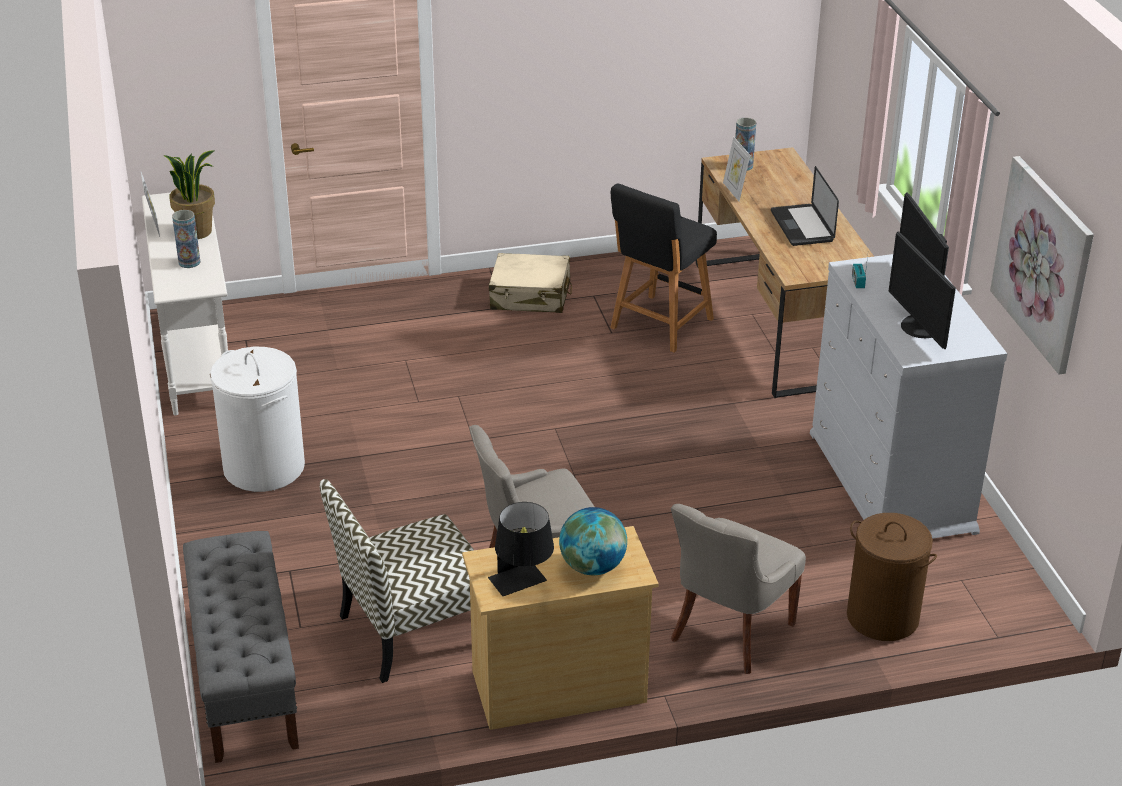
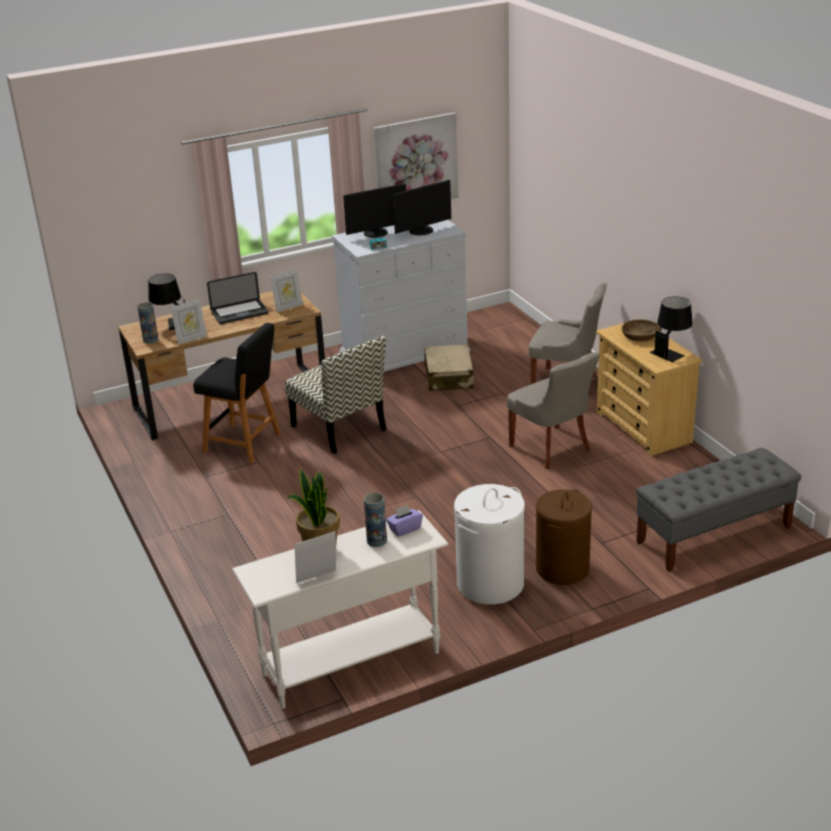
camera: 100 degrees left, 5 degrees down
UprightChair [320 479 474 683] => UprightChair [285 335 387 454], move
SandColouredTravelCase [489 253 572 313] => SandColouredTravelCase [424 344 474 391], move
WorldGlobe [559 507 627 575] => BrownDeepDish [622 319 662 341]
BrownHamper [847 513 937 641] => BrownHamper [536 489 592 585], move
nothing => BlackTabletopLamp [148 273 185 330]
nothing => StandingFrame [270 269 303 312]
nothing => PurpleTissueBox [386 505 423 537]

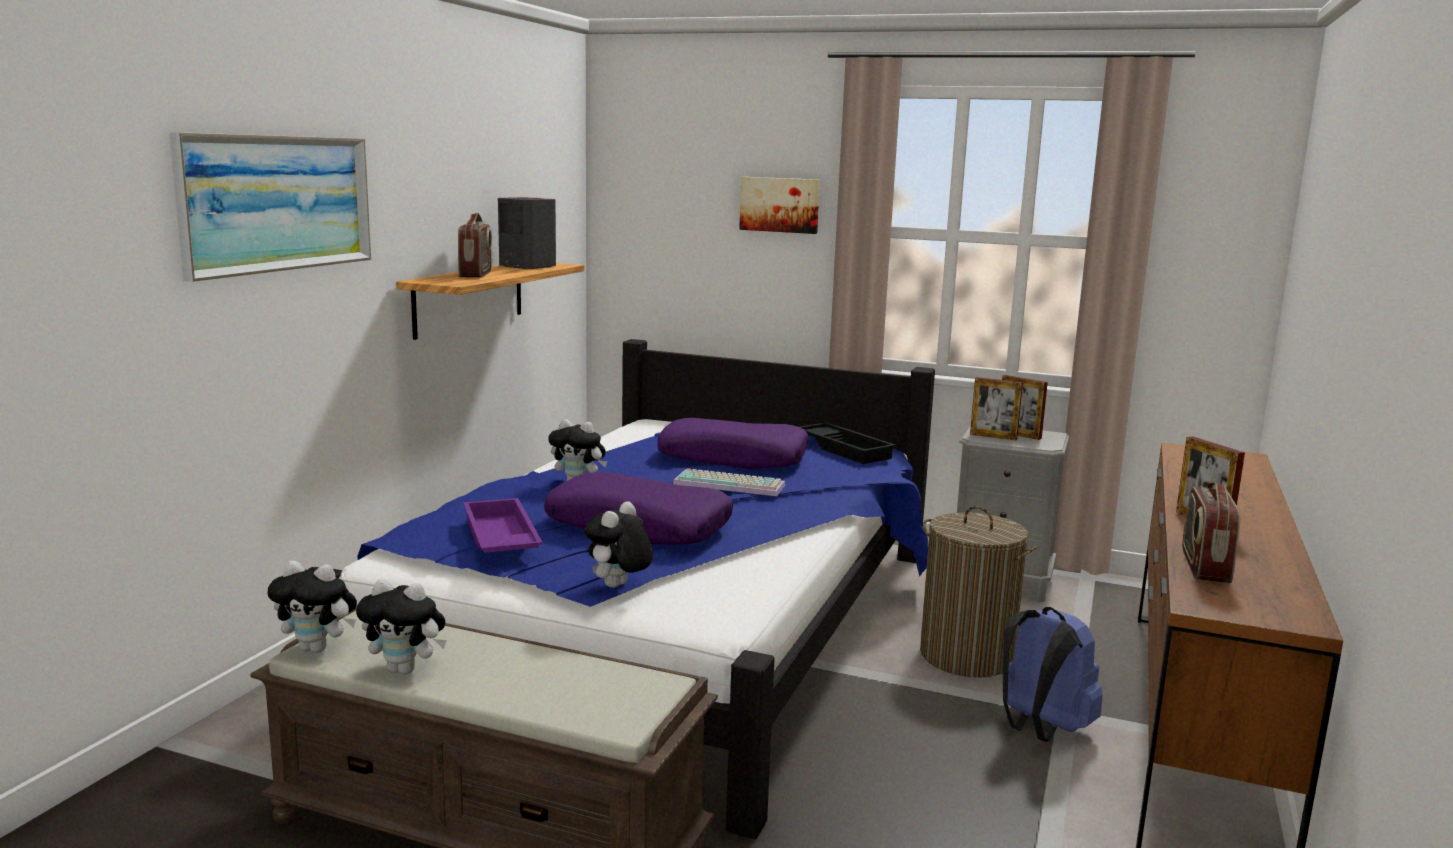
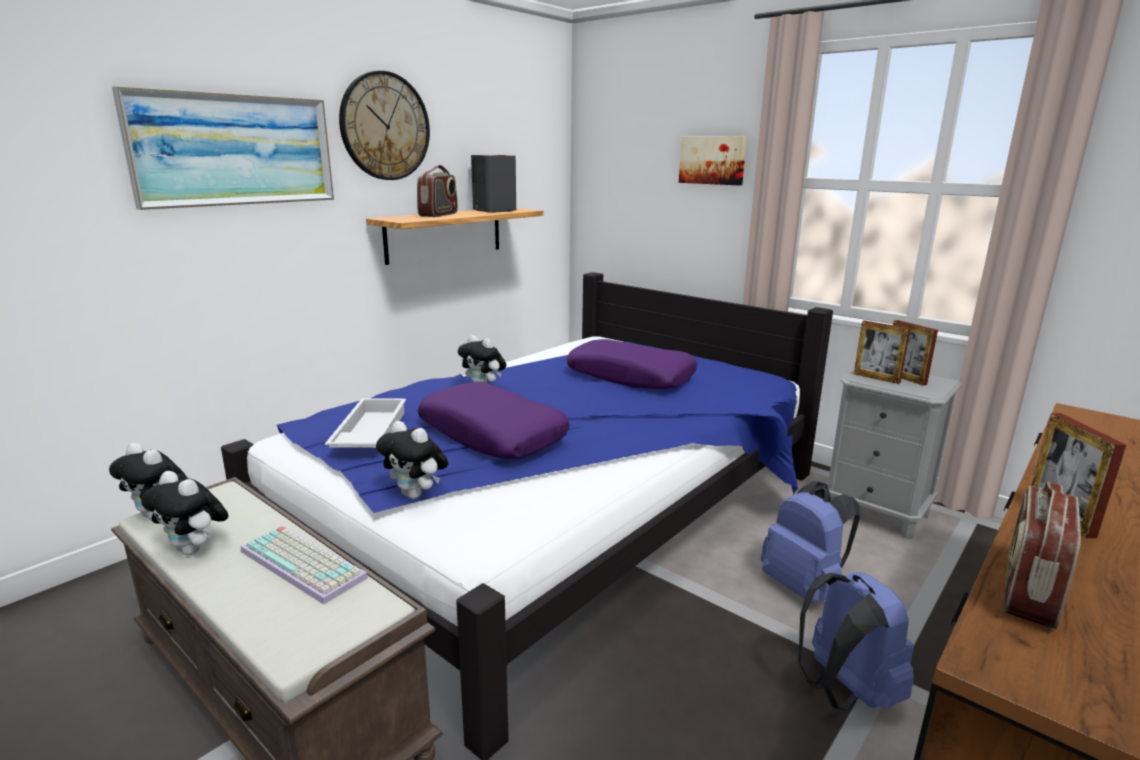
camera: 20 degrees right, 5 degrees up
PurpleServingTray [463 498 543 553] => WhitishServingTray [325 398 406 448]
PlushToy [584 501 653 588] => PlushToy [376 421 448 499], 105 degrees counterclockwise
ComputerKeyboard [673 468 785 496] => ComputerKeyboard [241 526 368 604], move
BlackServingTray [799 422 896 464] => nothing
Hamper [920 506 1037 677] => BlueKnapsack [761 481 860 603]
nothing => HangingClock [339 71 430 180]

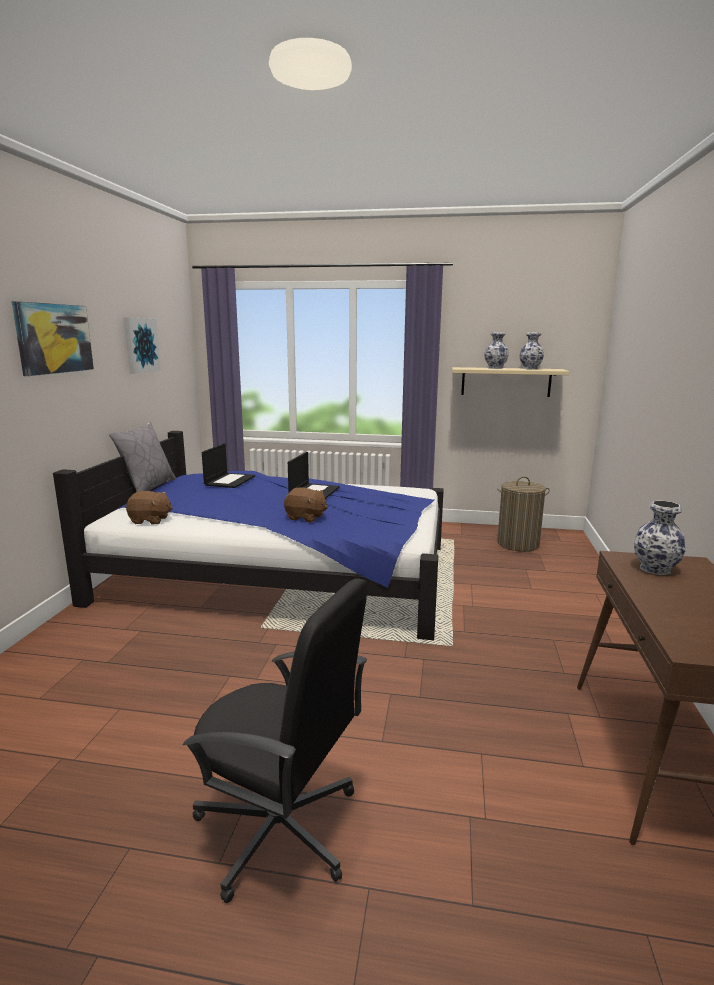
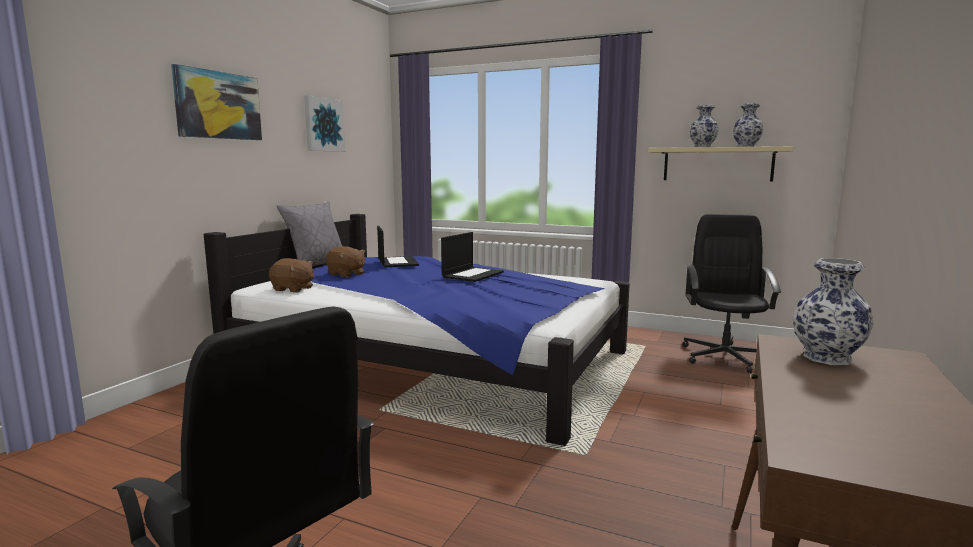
camera: 15 degrees right, 5 degrees down
Laptop [202 443 255 488] => Laptop [377 226 419 267], 45 degrees counterclockwise
BrownPlushToy [284 487 328 522] => BrownPlushToy [326 246 365 278], move
Hamper [497 477 550 552] => BlackOfficeChair [682 214 781 373]

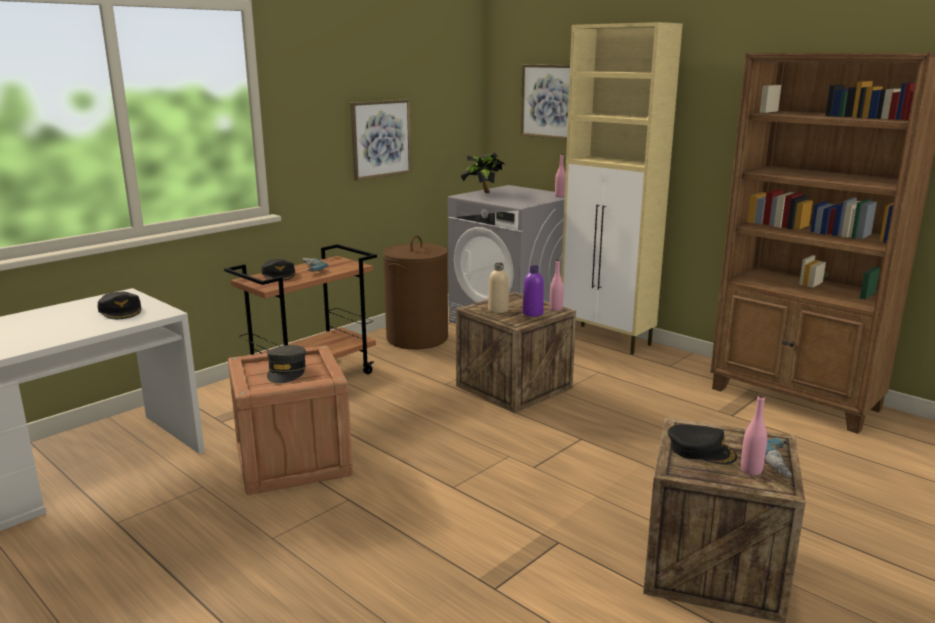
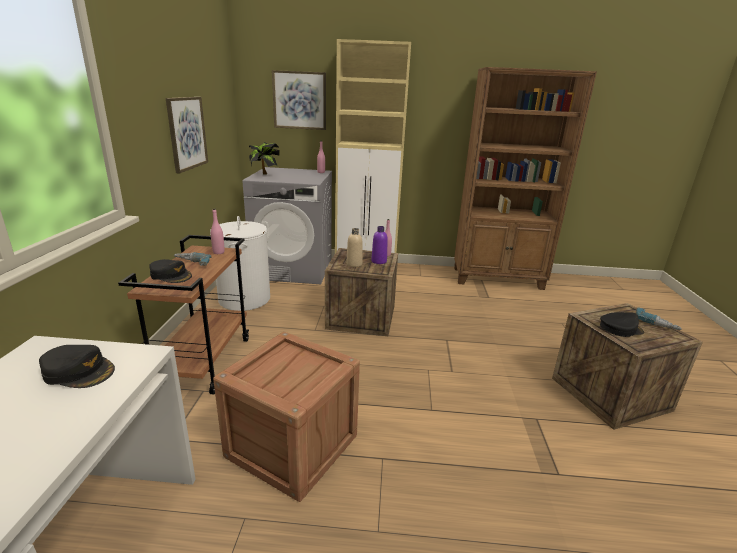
camera: 40 degrees left, 5 degrees up
GreyishCap [267 345 306 383] => nothing
BrownHamper [383 235 448 349] => WhitishHamper [210 216 270 311]
PinkishBeverageBottle [741 394 767 475] => PinkishBeverageBottle [211 209 225 254], move

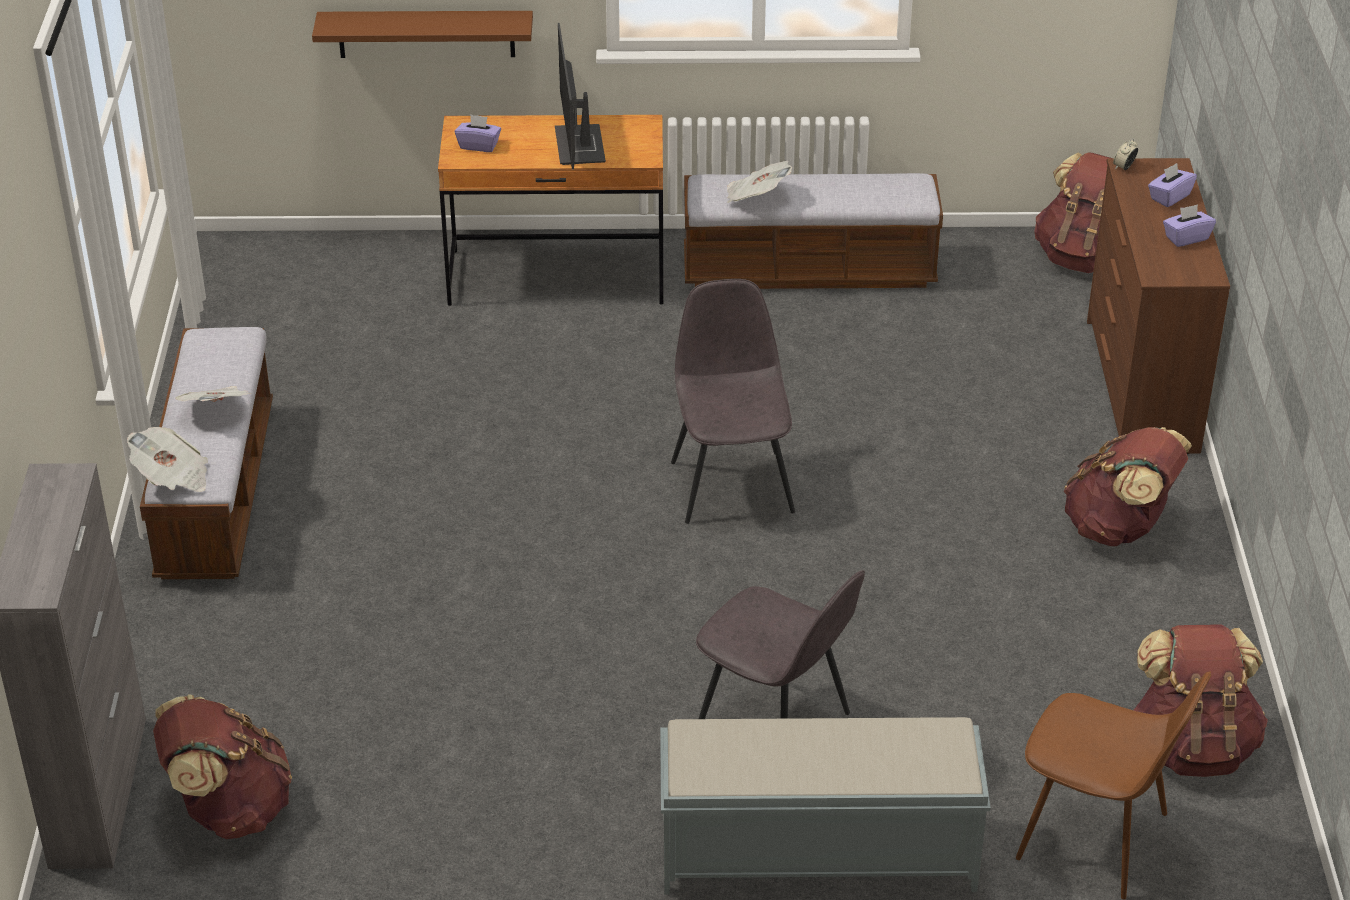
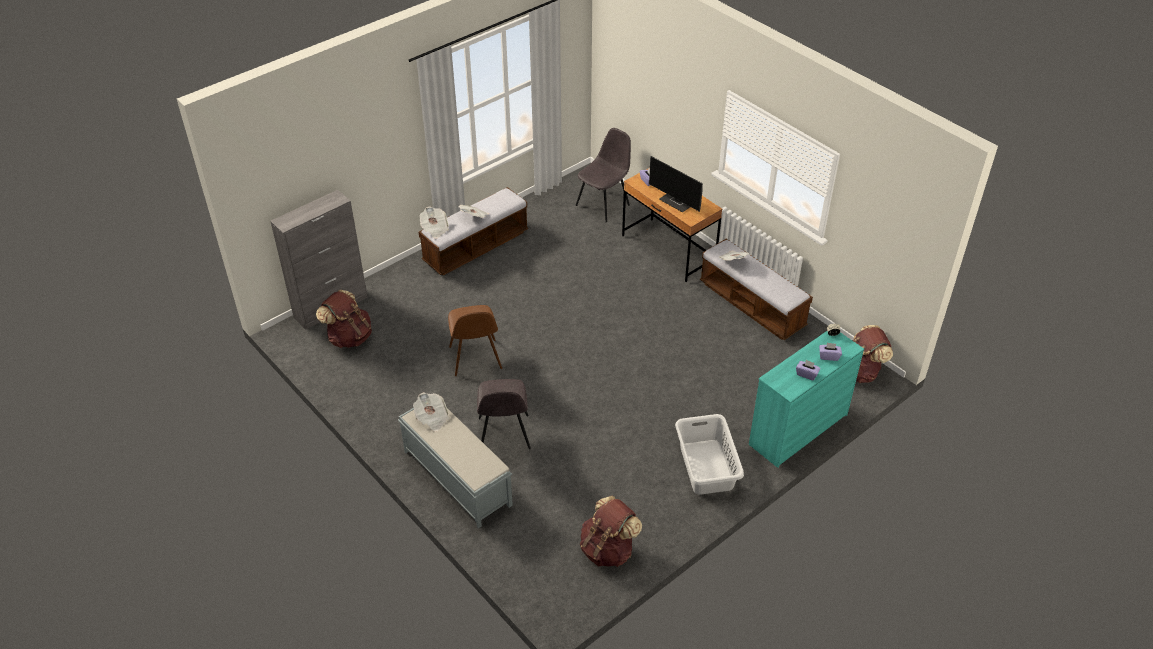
camera: 50 degrees right, 5 degrees up
BrownWallShelf [312 11 533 58] => nothing
Monitor [555 23 606 170] => Monitor [649 156 703 212], 90 degrees counterclockwise
GreyishUprightChair [671 279 795 524] => GreyishUprightChair [576 128 631 222], move
BrownUprightChair [1016 671 1211 900] => BrownUprightChair [448 305 502 376], move
BrownKnapsack [1063 427 1192 546] => GreyishHamper [675 414 744 495]
BrownChestOfDrawers [1087 158 1230 454] => TurquoiseColouredChestOfDrawers [749 331 864 468]
nothing => PrintedPaper [413 392 450 432]

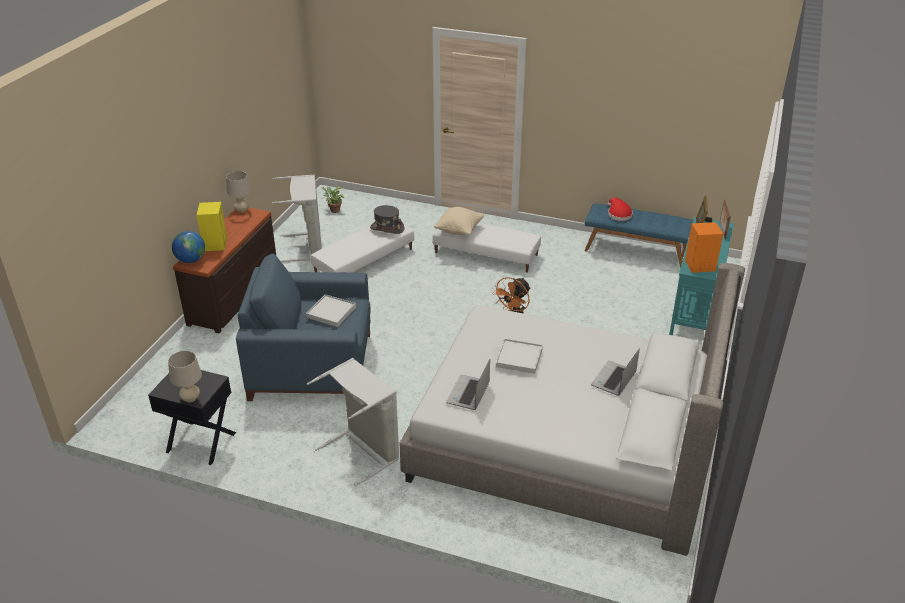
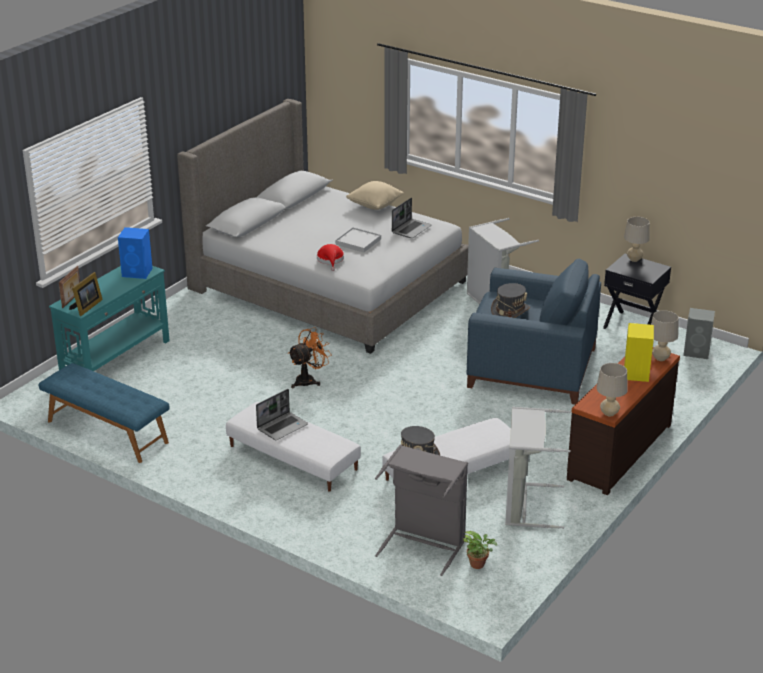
camera: 165 degrees left, 5 degrees down
WorldGlobe [172 231 205 263] => SandColouredTabletopLamp [651 310 678 361]
WhitishServingTray [306 294 356 327] => GreyishHat [491 283 530 318]
SandColouredCushion [434 207 484 235] => SandColouredCushion [346 181 404 210], move
Laptop [591 348 640 396] => Laptop [256 389 308 440], move
RedColouredHat [607 197 633 221] => RedColouredHat [317 244 344 271], move
OrangeAudioSpeaker [685 222 723 273] => BlueAudioSpeaker [118 227 153 279]
nothing => GreyishHamper [375 445 468 576]
nothing => GreyishAudioSpeaker [683 308 715 359]

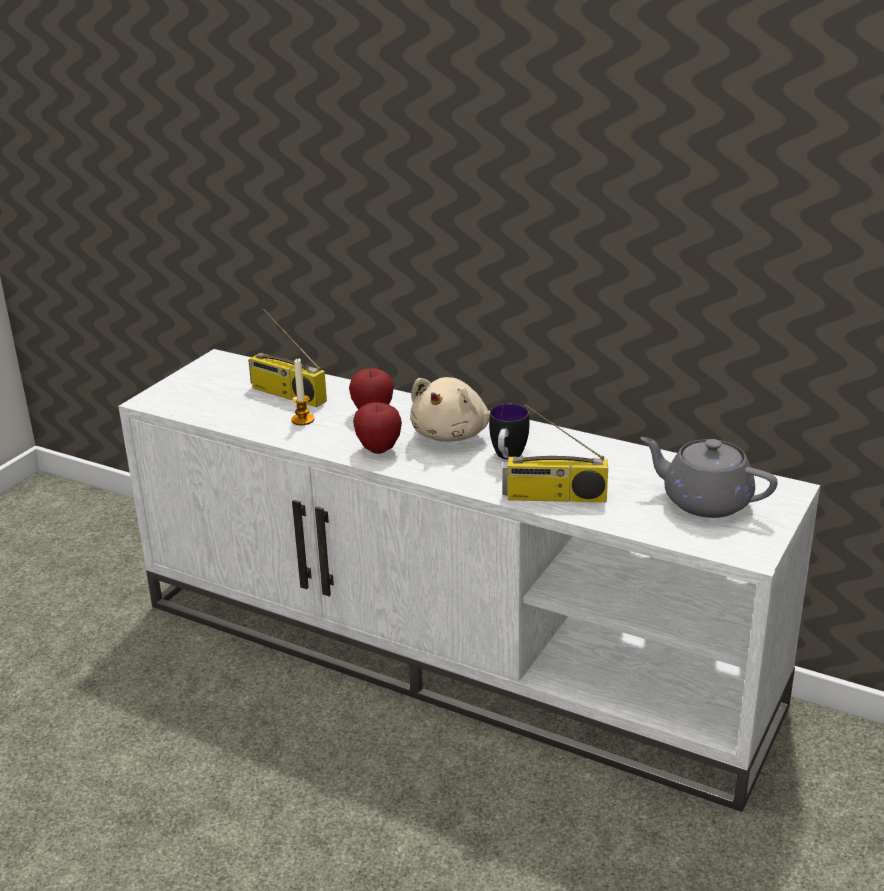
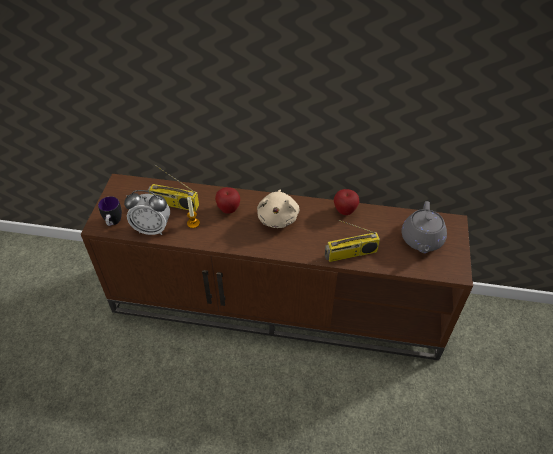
camera: 20 degrees left, 20 degrees up
WhitishTvStand [118 349 820 812] => BrownTvStand [81 174 473 360]
AppleFruit [353 402 402 454] => AppleFruit [334 189 359 215], move
CoffeeMug [489 404 529 460] => CoffeeMug [98 196 122 226], move
GreyishPotForTea [640 437 778 518] => GreyishPotForTea [402 201 447 253], 90 degrees counterclockwise
nothing => BedsideClock [124 190 170 235]

